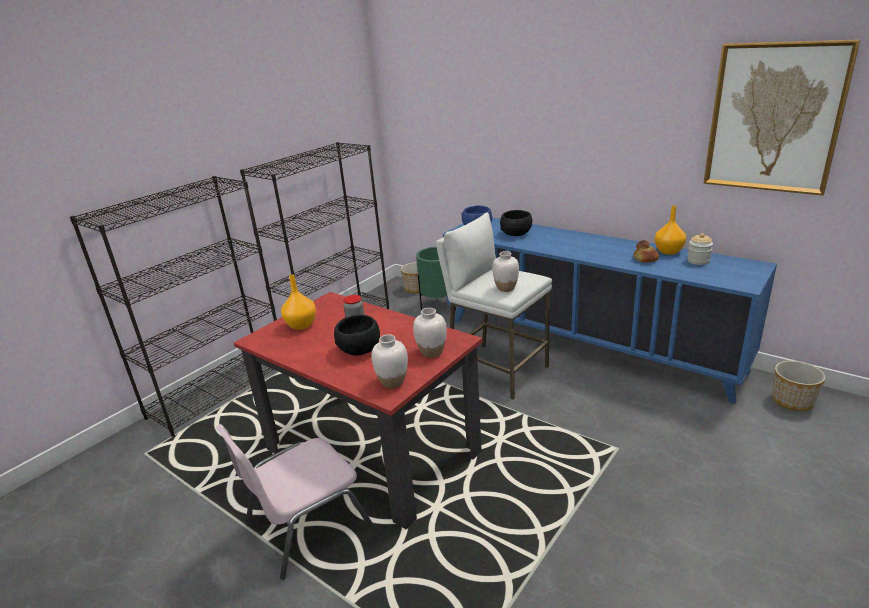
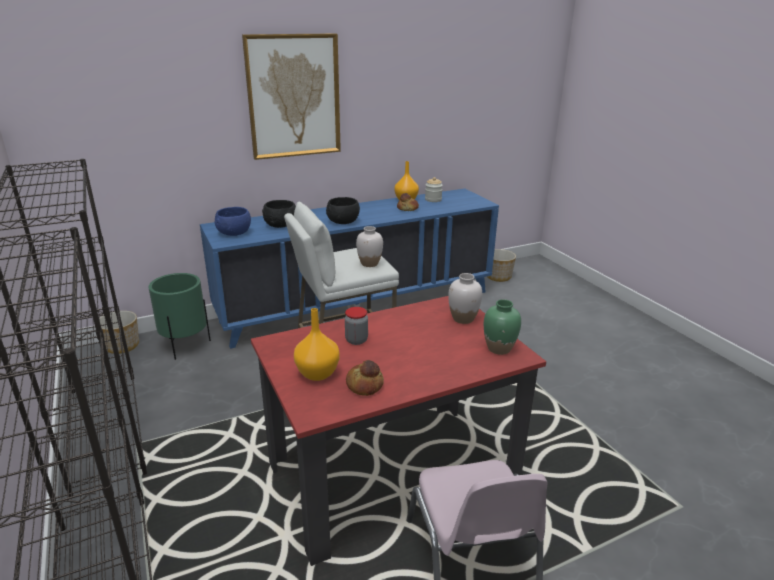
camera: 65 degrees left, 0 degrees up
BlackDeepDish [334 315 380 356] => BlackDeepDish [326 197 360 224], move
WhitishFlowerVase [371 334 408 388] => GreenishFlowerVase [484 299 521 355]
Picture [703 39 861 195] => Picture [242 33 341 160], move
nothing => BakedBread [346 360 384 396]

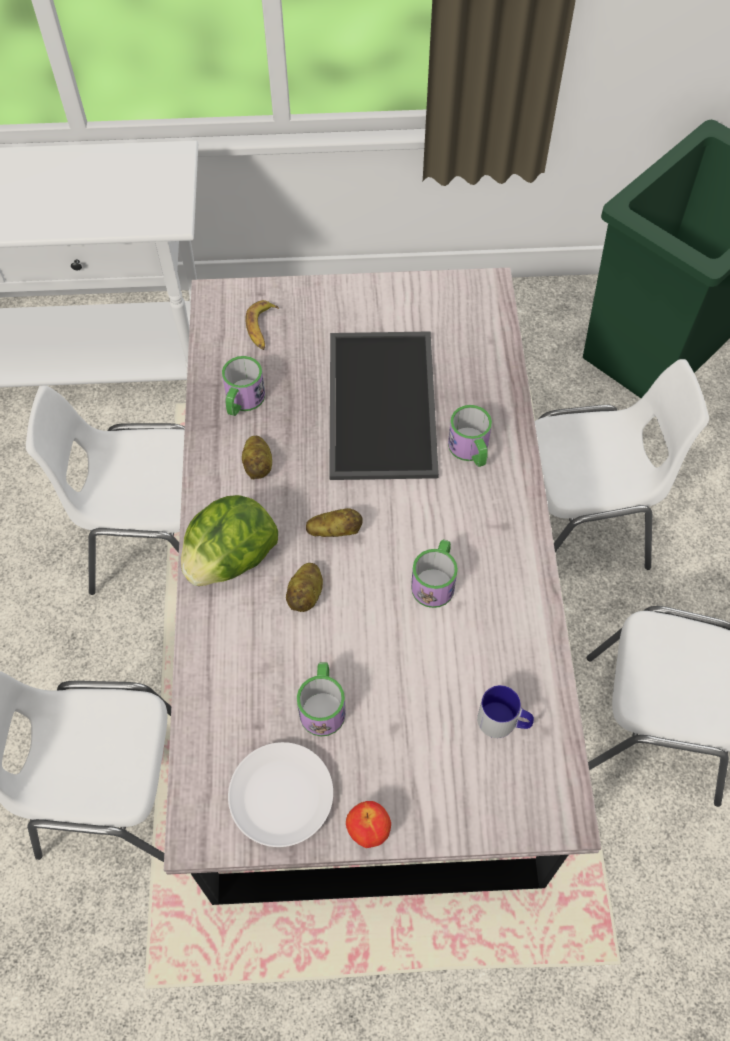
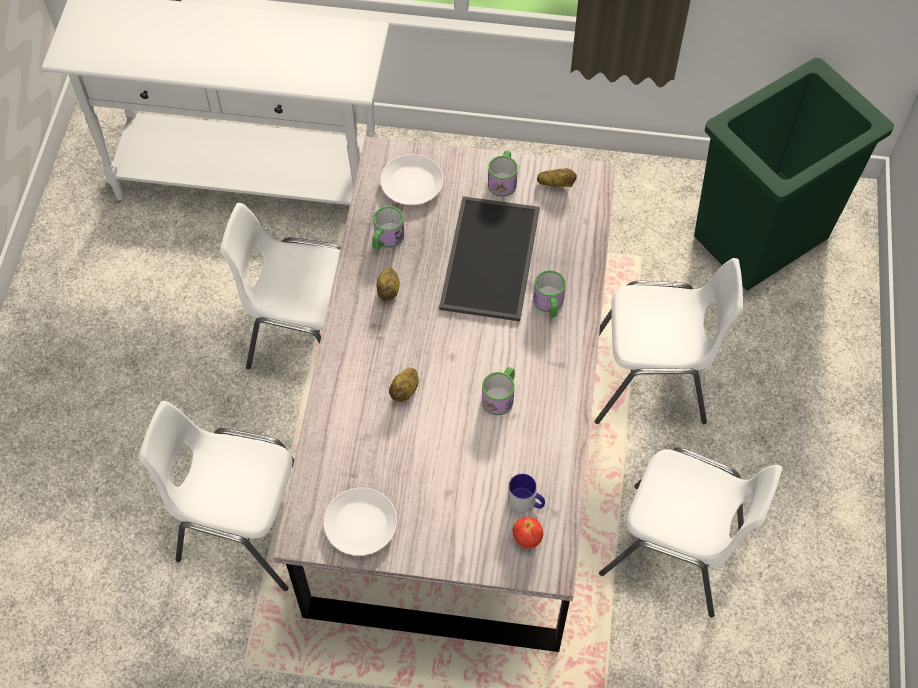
camera: 10 degrees right, 0 degrees up
Lettuce [181 495 278 586] => nothing
BananaFruit [245 300 279 350] => WhitishDinnerPlate [380 154 443 205]
CoffeeMug [297 662 346 736] => CoffeeMug [488 150 518 197], move
Spud [306 508 363 537] => Spud [537 168 577 187], move
AppleFruit [346 801 391 848] => AppleFruit [512 517 543 548], move

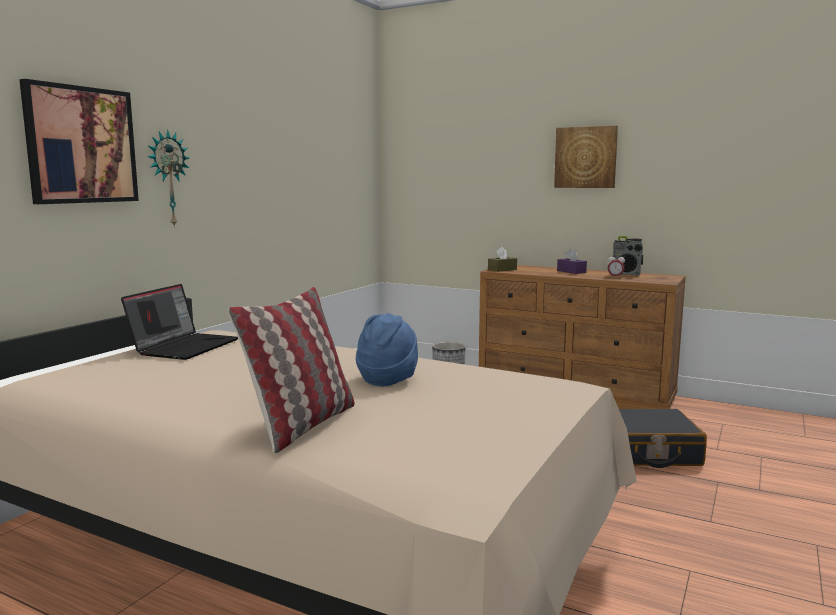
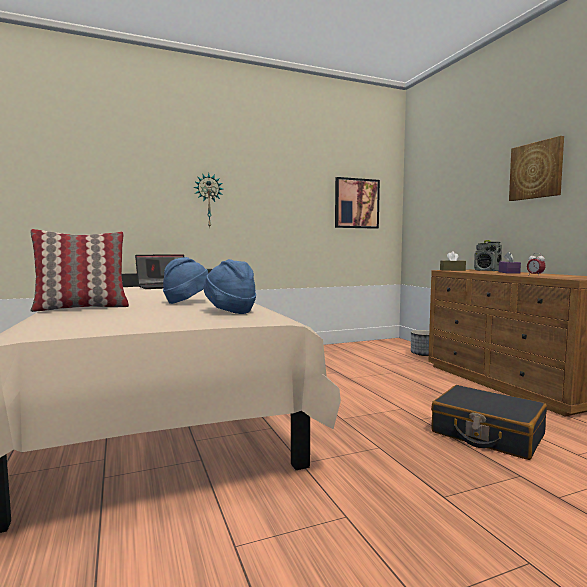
camera: 40 degrees right, 5 degrees down
Picture [19 79 139 204] => Picture [335 177 380 229], move
RadioReceiver [613 236 643 276] => RadioReceiver [474 240 502 271], move
nothing => BlueHat [203 259 256 314]

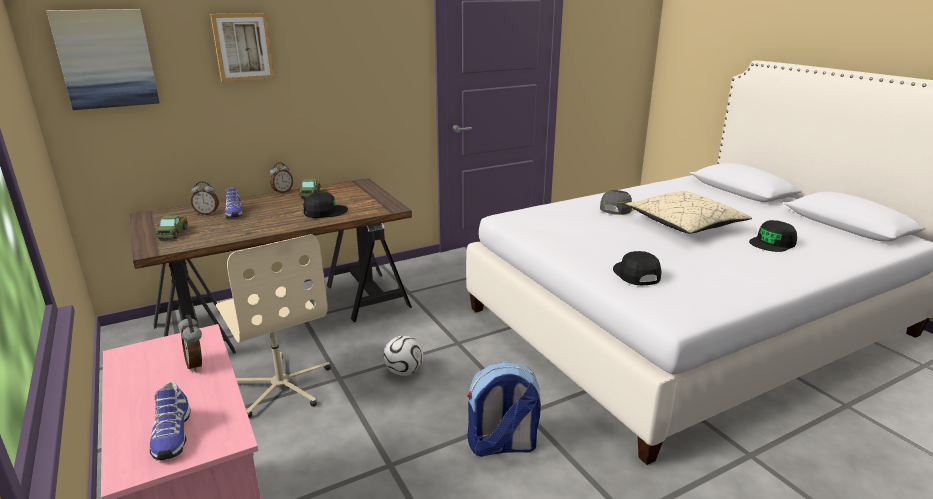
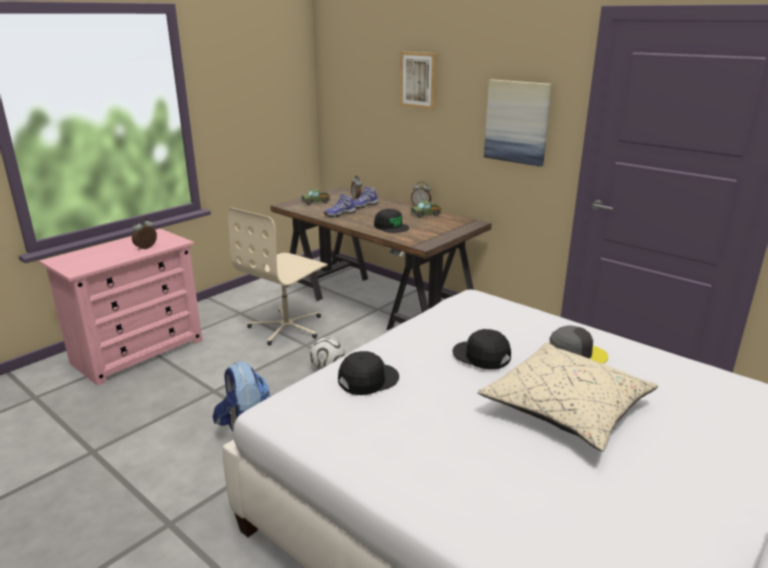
camera: 70 degrees right, 0 degrees up
Picture [47 9 160 110] => Picture [484 79 552 167], move
LowShoe [150 382 191 460] => LowShoe [324 194 356 217], move
BlackCap [749 220 797 252] => BlackCap [453 329 511 369], move

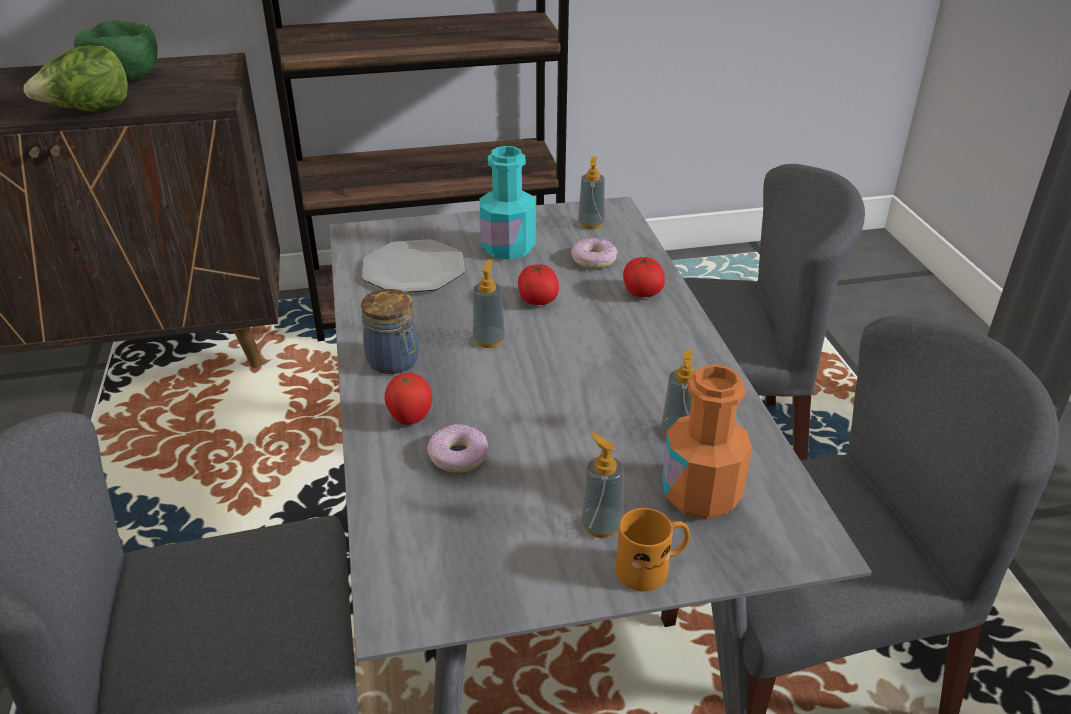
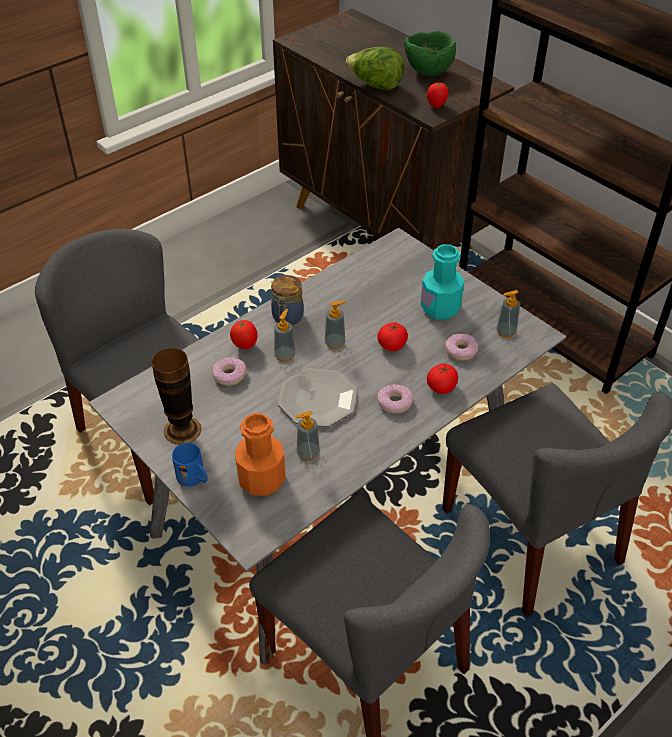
camera: 60 degrees right, 10 degrees up
DinnerPlate [362 239 465 293] => DinnerPlate [278 368 357 427], move
SoapDispenser [581 432 624 538] => SoapDispenser [274 309 295 362], move
OrangeCoffeeMug [616 508 690 591] => BlueCoffeeMug [172 443 208 486]
nothing => FlowerVase [151 348 202 445]
nothing => Doughnut [377 384 413 414]
nothing => Tomato [427 83 448 108]

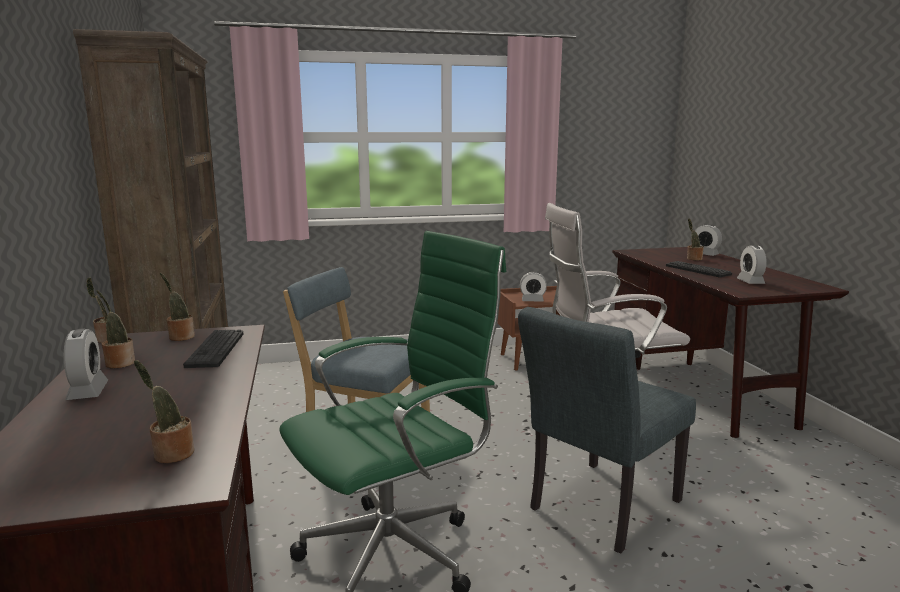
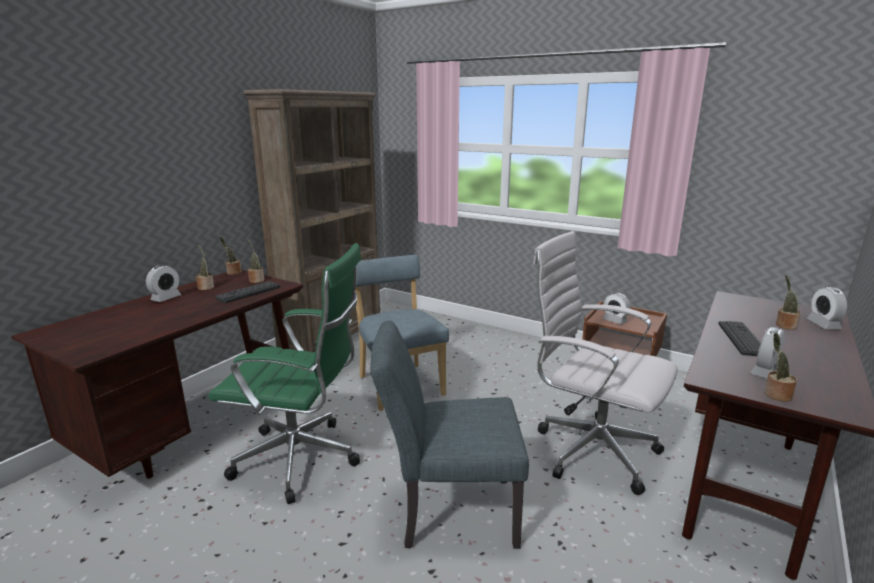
camera: 45 degrees right, 5 degrees up
PottedPlant [134 360 194 464] => PottedPlant [764 333 797 402], move

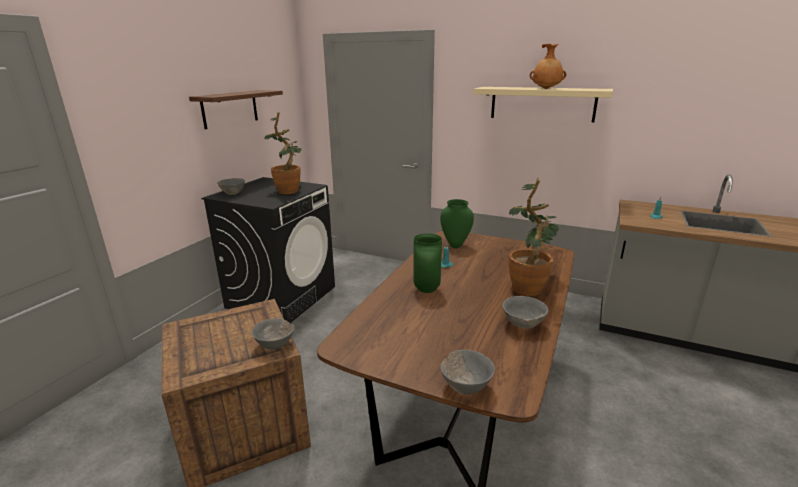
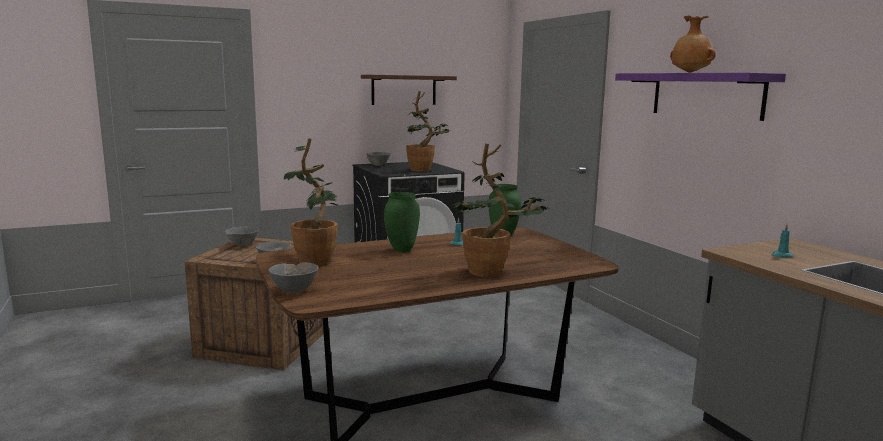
camera: 40 degrees right, 10 degrees down
SandColouredWallShelf [473 87 613 122] => PurpleWallShelf [615 73 786 121]
GreyishDeepDish [502 296 549 329] => GreyishDeepDish [225 226 259 246], move
nothing => PottedPlant [284 138 338 267]

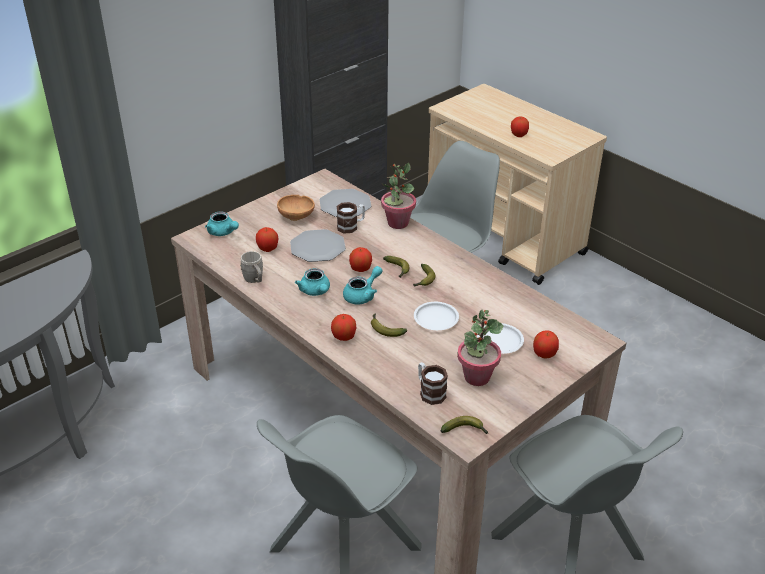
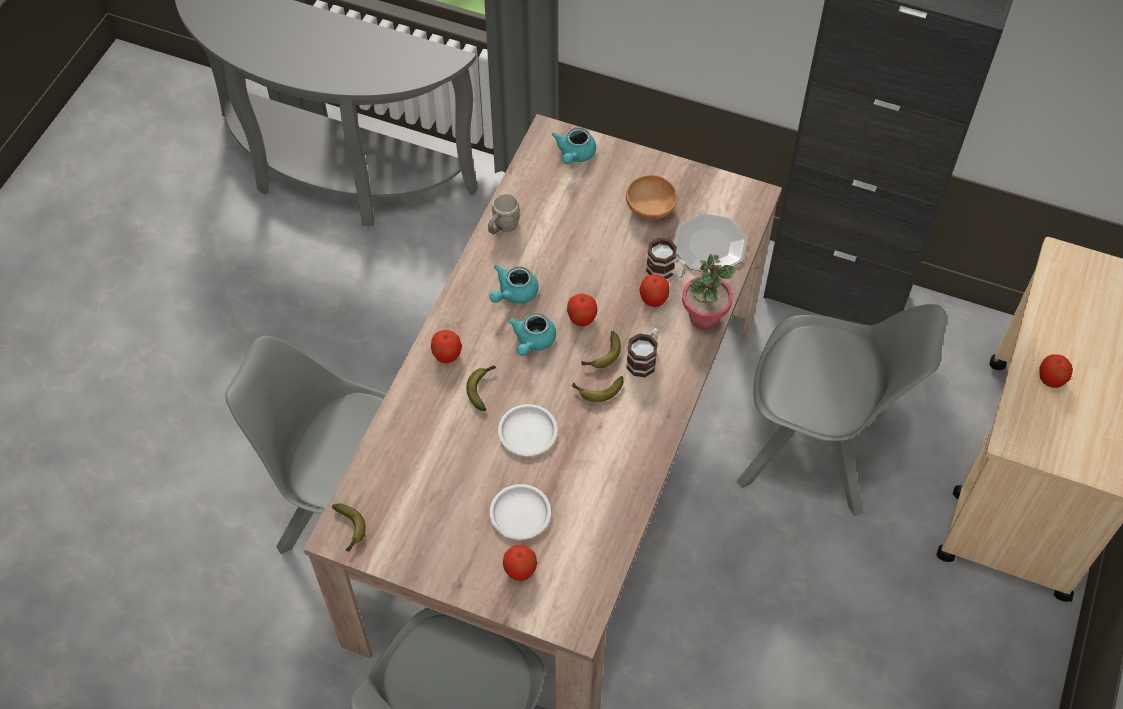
camera: 65 degrees right, 20 degrees up
AppleFruit [256 227 279 252] => AppleFruit [639 274 670 307], move
DinnerPlate [290 229 346 262] => nothing
TurquoiseColouredPotForTea [343 266 382 305] => TurquoiseColouredPotForTea [508 313 556 356], 90 degrees clockwise
CoffeeMug [418 362 448 405] => CoffeeMug [626 328 658 377], move
PottedPlant [457 310 503 386] => nothing

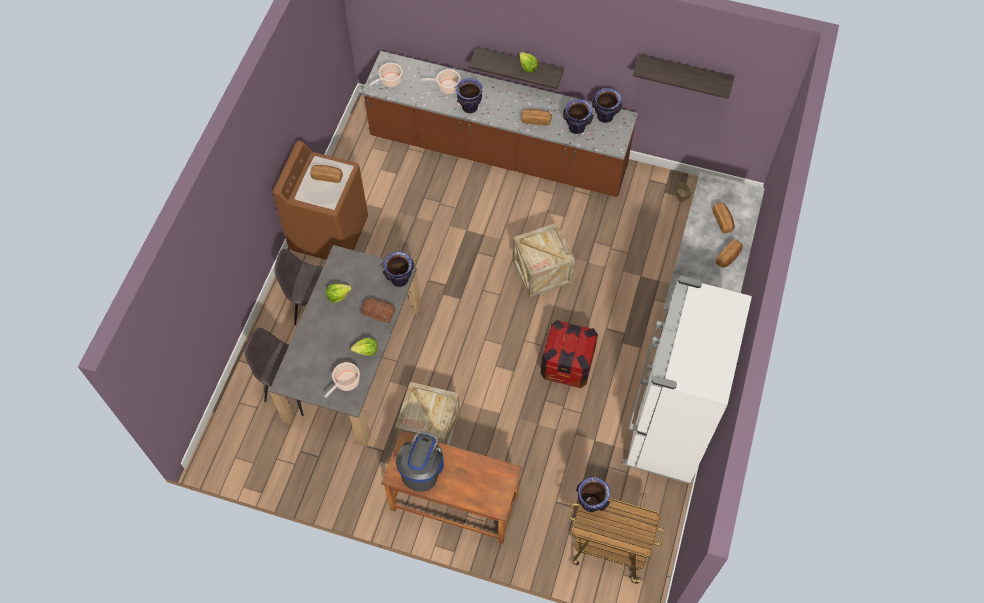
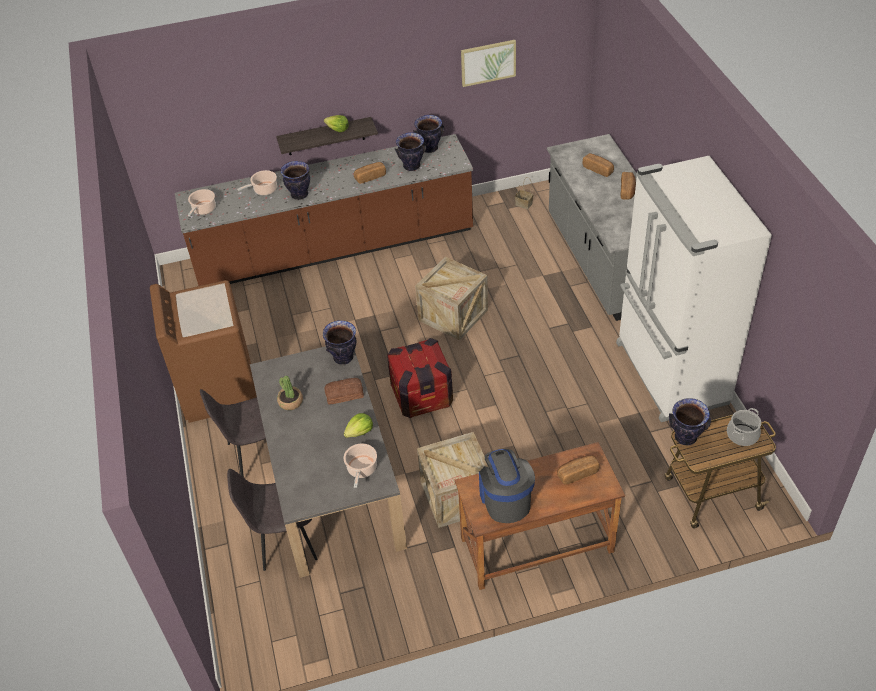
camera: 30 degrees left, 15 degrees down
BakedBread [310 165 343 183] => BakedBread [557 455 599 485], move
Lettuce [326 284 352 303] => PottedPlant [277 376 303 410]
PackingCrate [540 320 598 388] => PackingCrate [387 338 453 418], move
WallShelf [633 54 735 99] => Picture [461 40 516 87]
nothing => CookingPot [727 408 761 446]

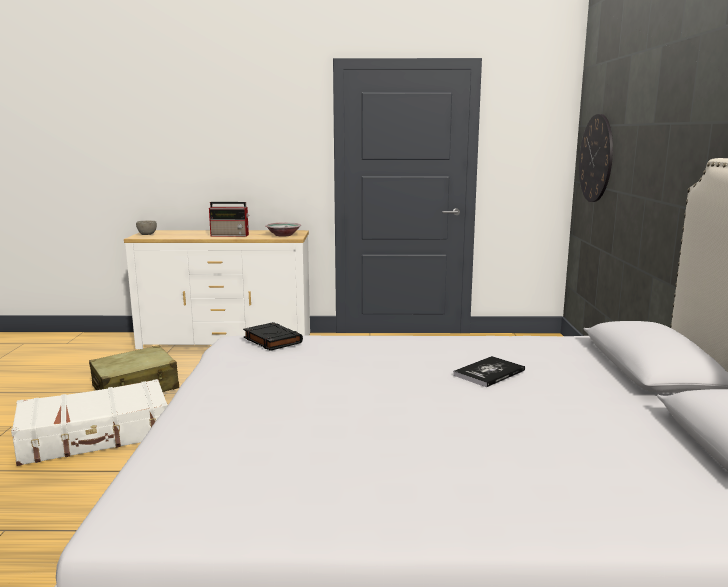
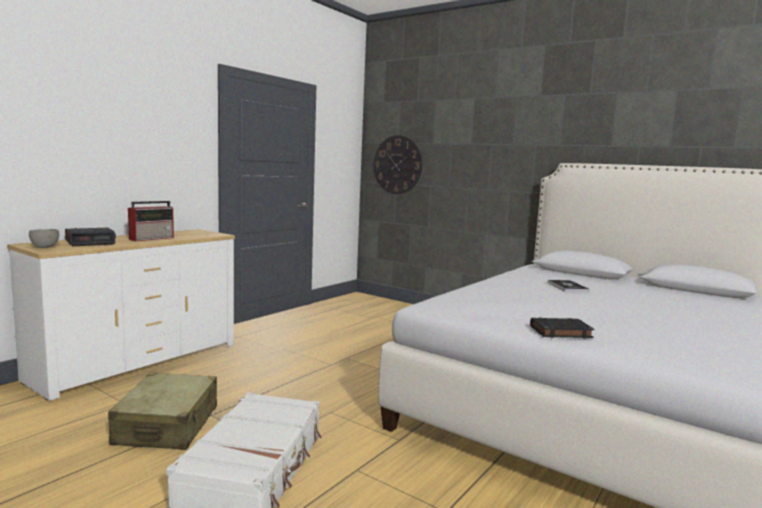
camera: 55 degrees left, 5 degrees down
BlackBoundBook [243 322 303 351] => BlackBoundBook [530 317 594 338], move
DeepDish [265 222 301 236] => nothing
nothing => BedsideClock [65 228 116 246]

